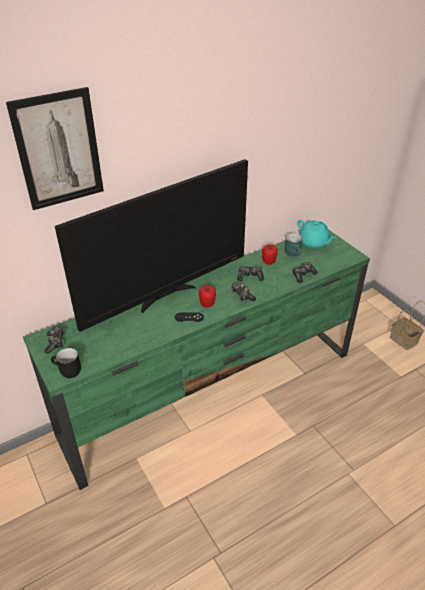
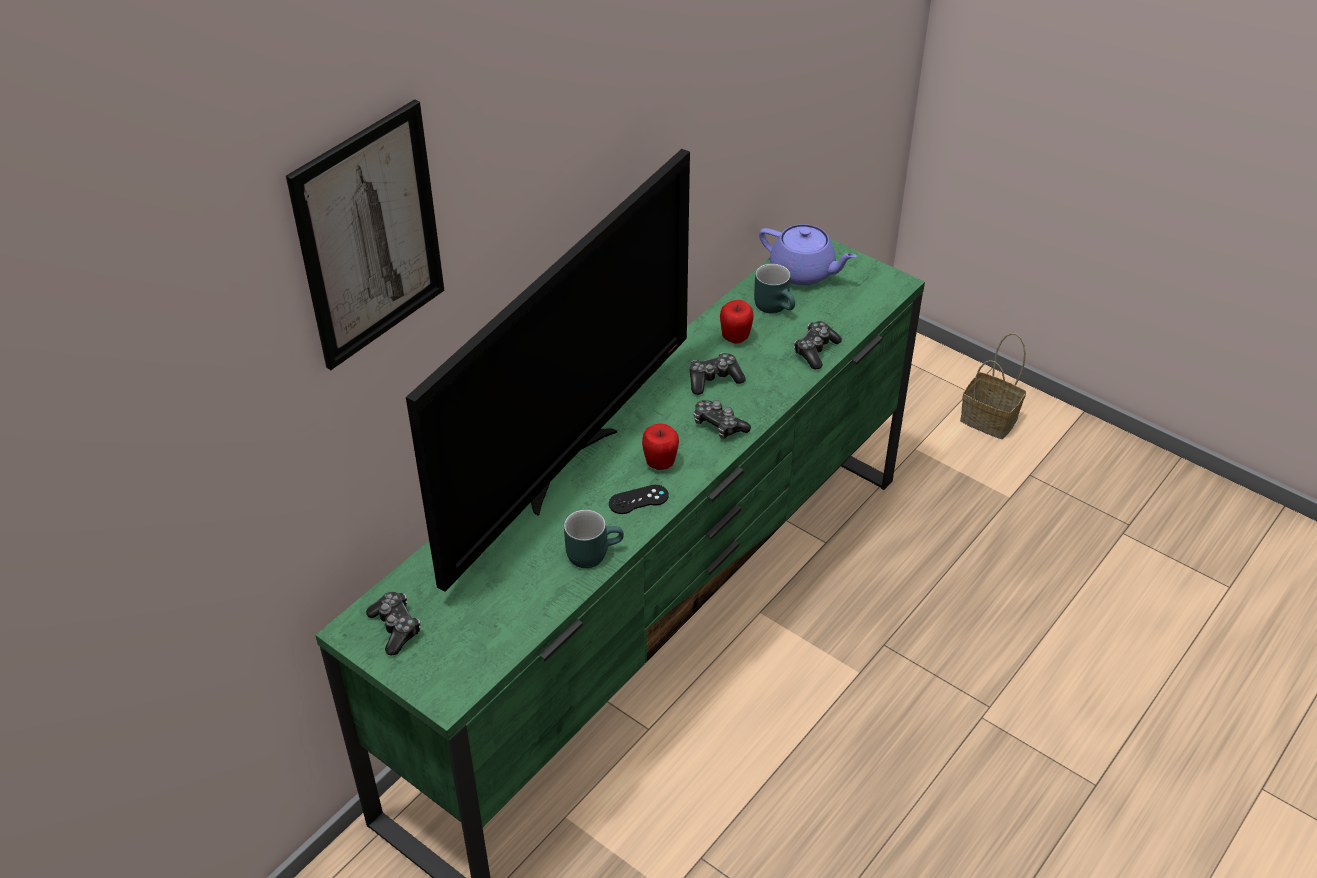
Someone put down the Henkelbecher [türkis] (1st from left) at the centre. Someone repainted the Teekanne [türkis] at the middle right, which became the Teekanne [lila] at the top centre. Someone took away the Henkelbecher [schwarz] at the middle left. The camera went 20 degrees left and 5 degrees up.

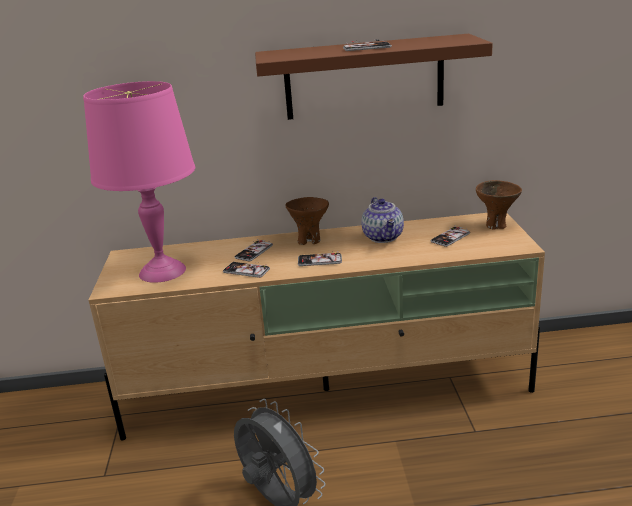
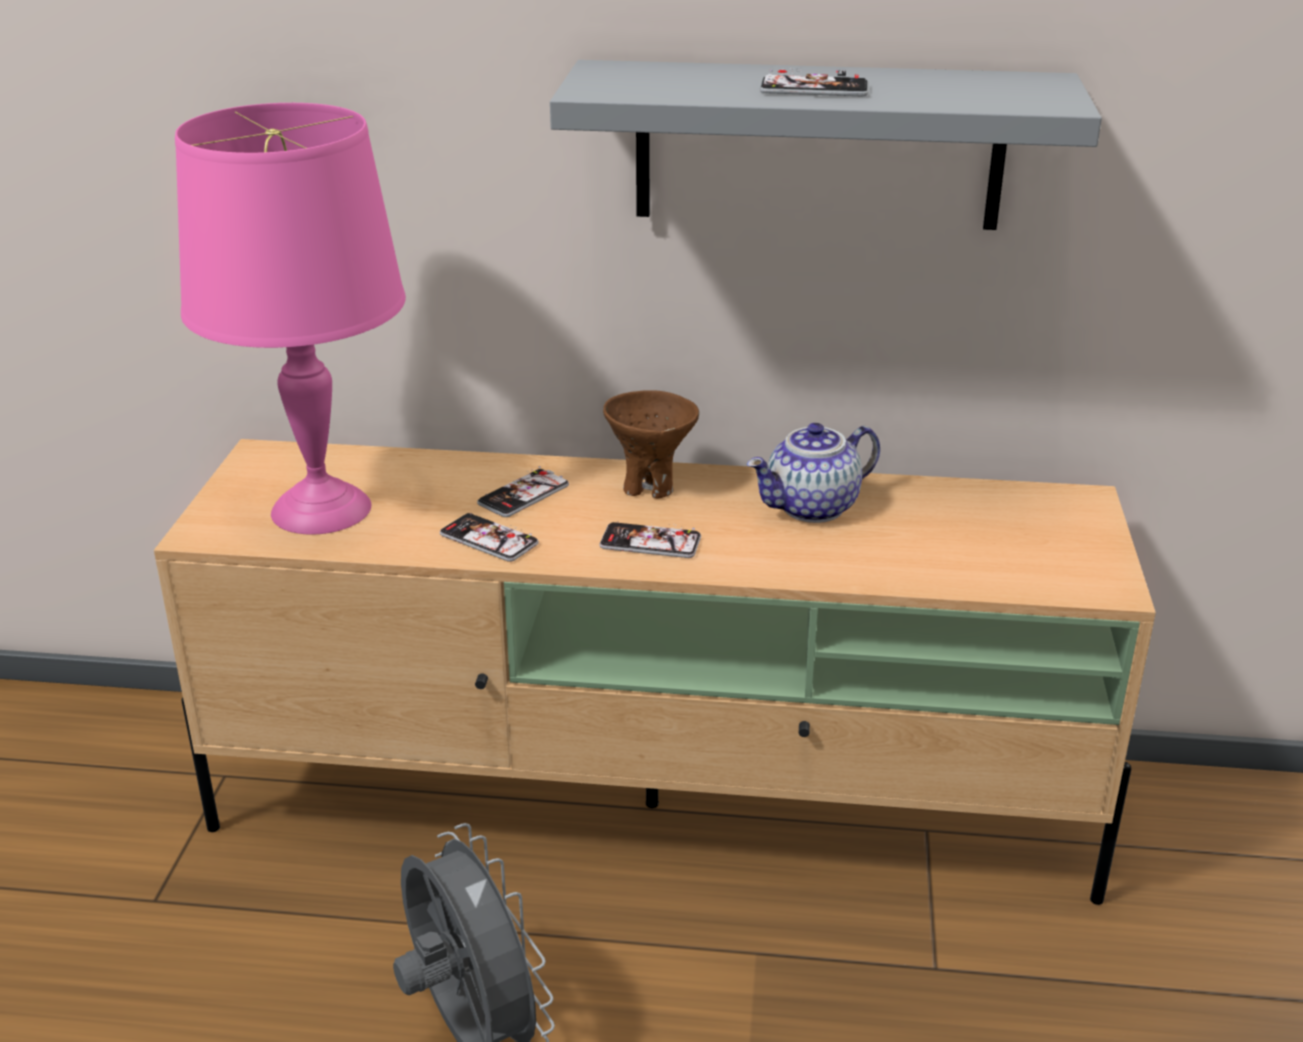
Someone repainted the Wandregal [braun] at the top centre, which became the Wandregal [grau] at the top centre. Someone rotated the Teekanne at the centre by 60 degrees clockwise. Someone took away the Handy (5th from left) at the middle right. Someone took away the Schüssel [braun] (2nd from left) at the middle right. The camera went 10 degrees right and 5 degrees up.

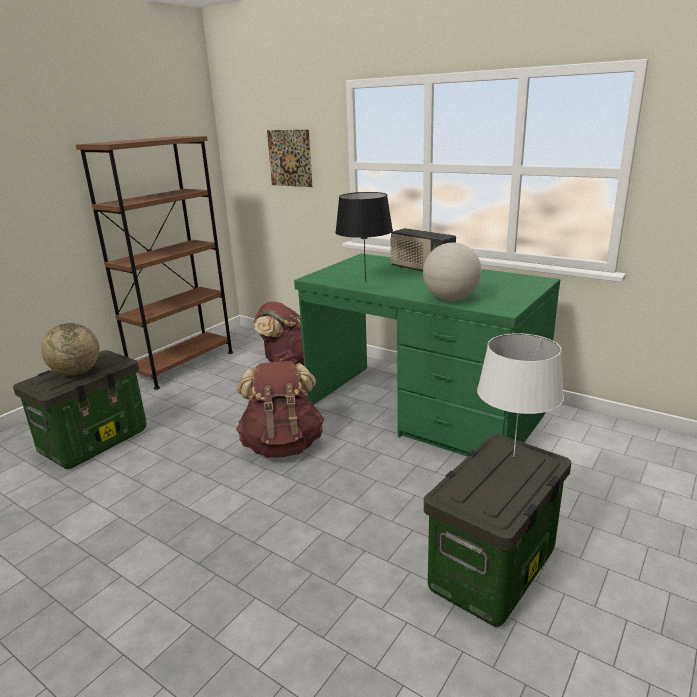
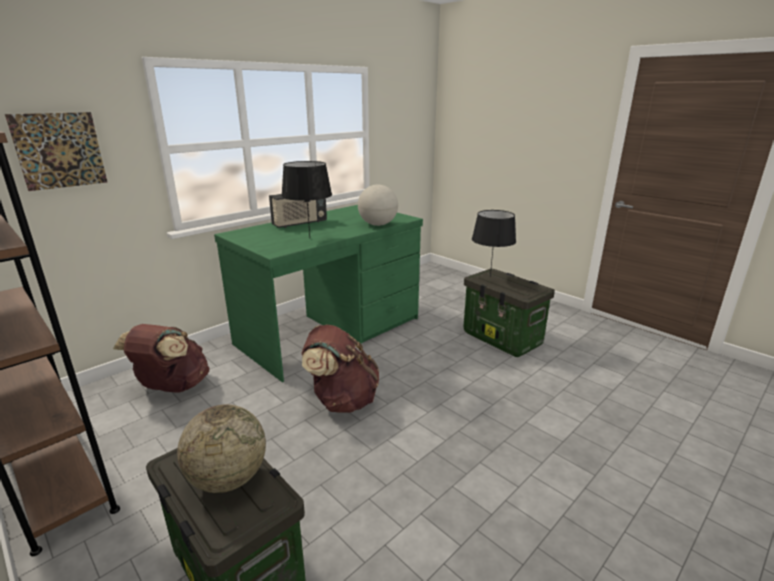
Someone repainted the Tischlampe [weiß] at the middle right, which became the Tischlampe [schwarz] (2nd from left) at the centre. The camera went 80 degrees left and 0 degrees up.

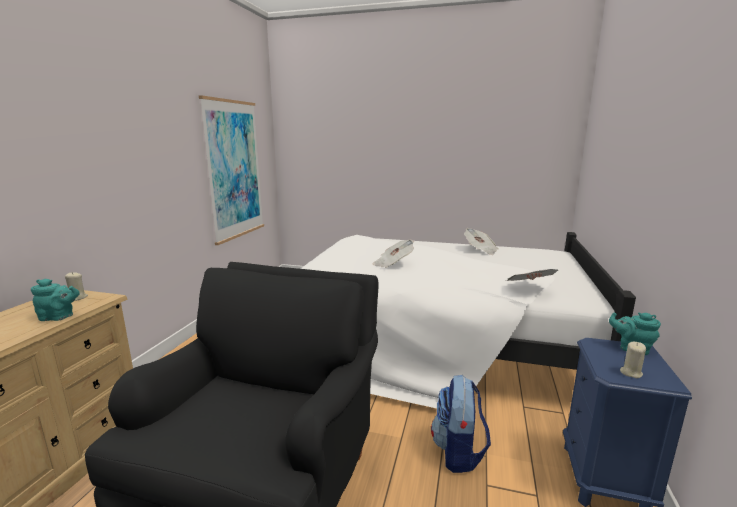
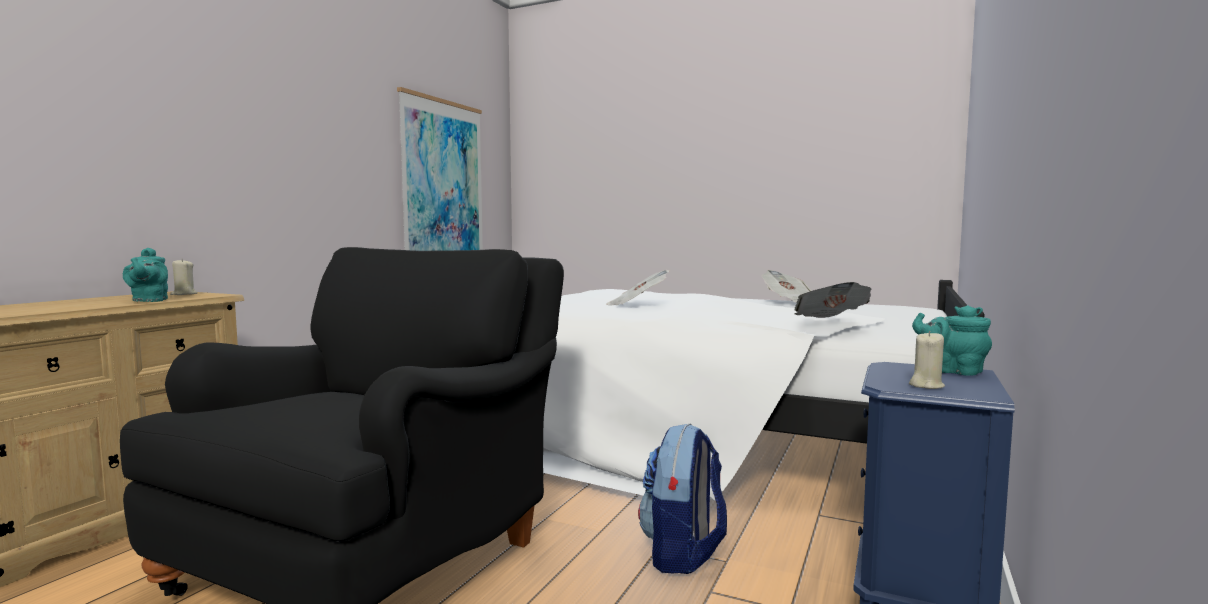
Someone rotated the Teekanne [türkis] (1st from left) at the middle left by 60 degrees clockwise. The camera went 10 degrees right and 10 degrees down.

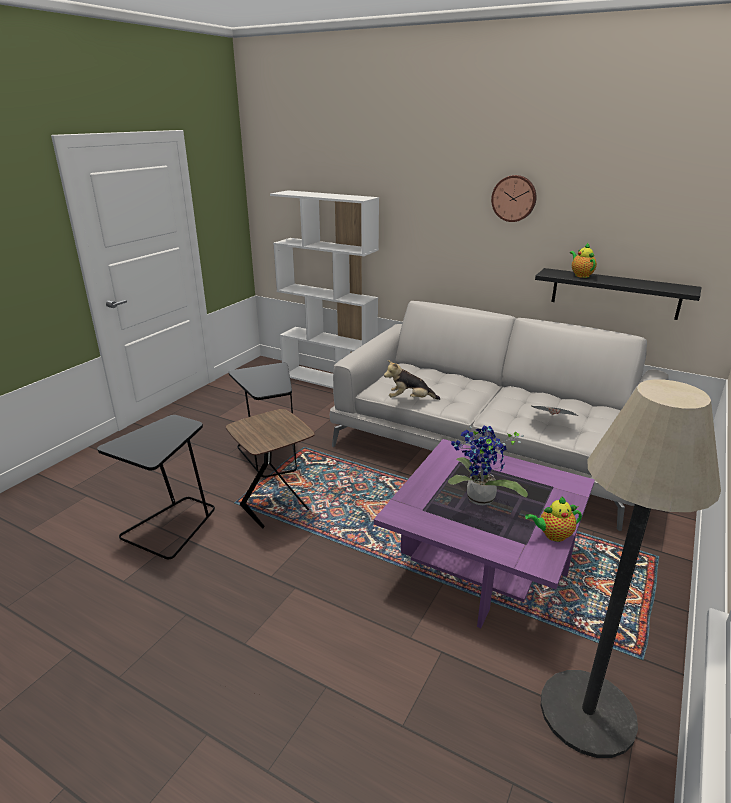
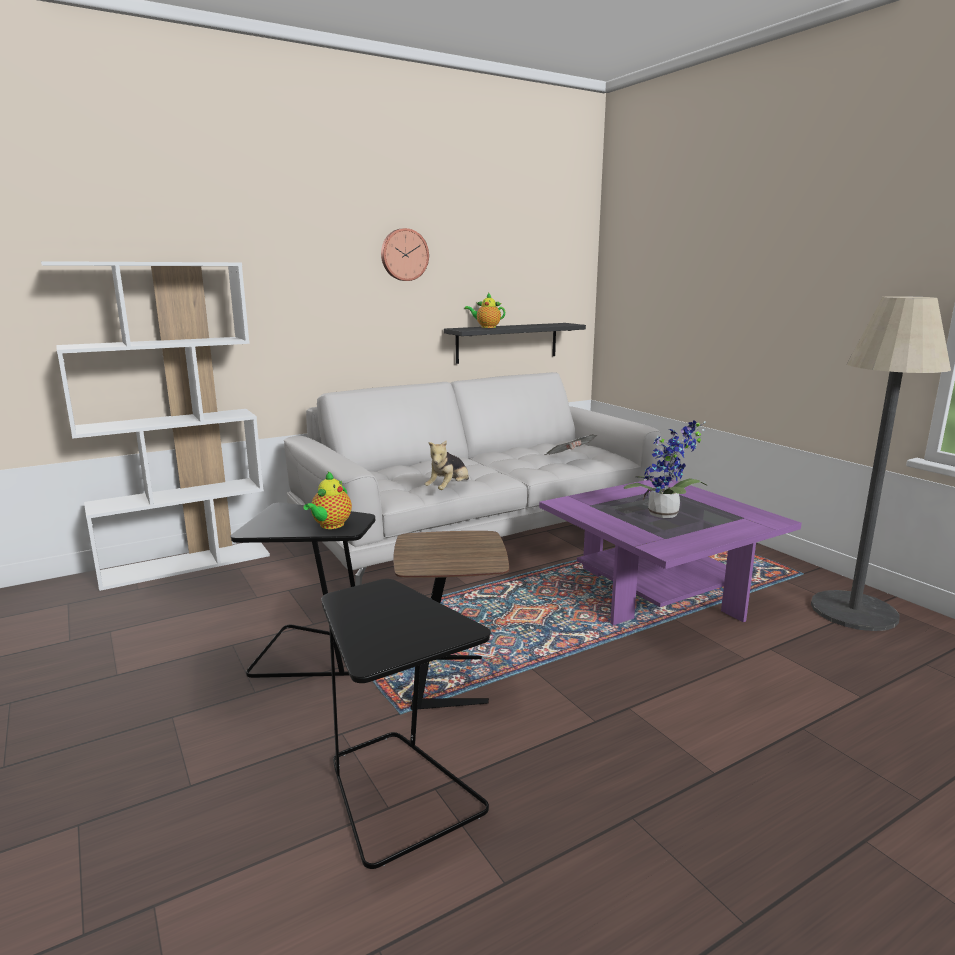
Someone carried the Teekanne (1st from left) from the middle right to the centre. The camera went 60 degrees left and 10 degrees down.

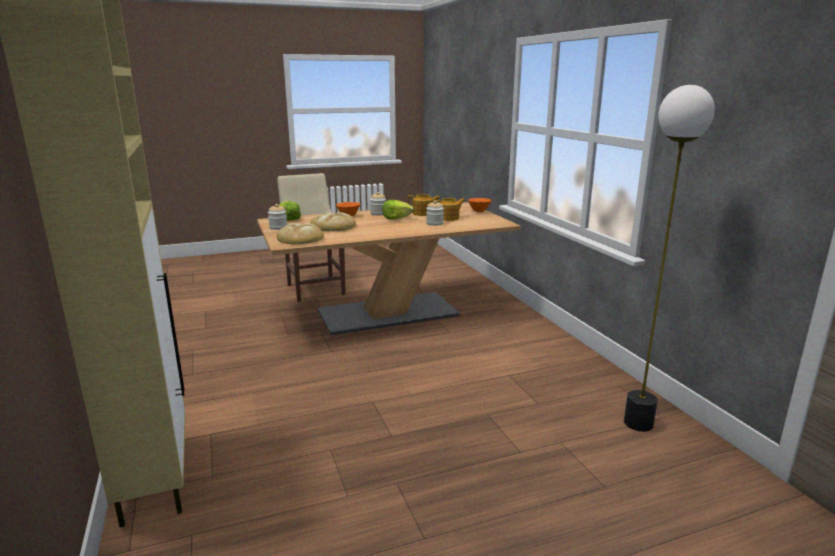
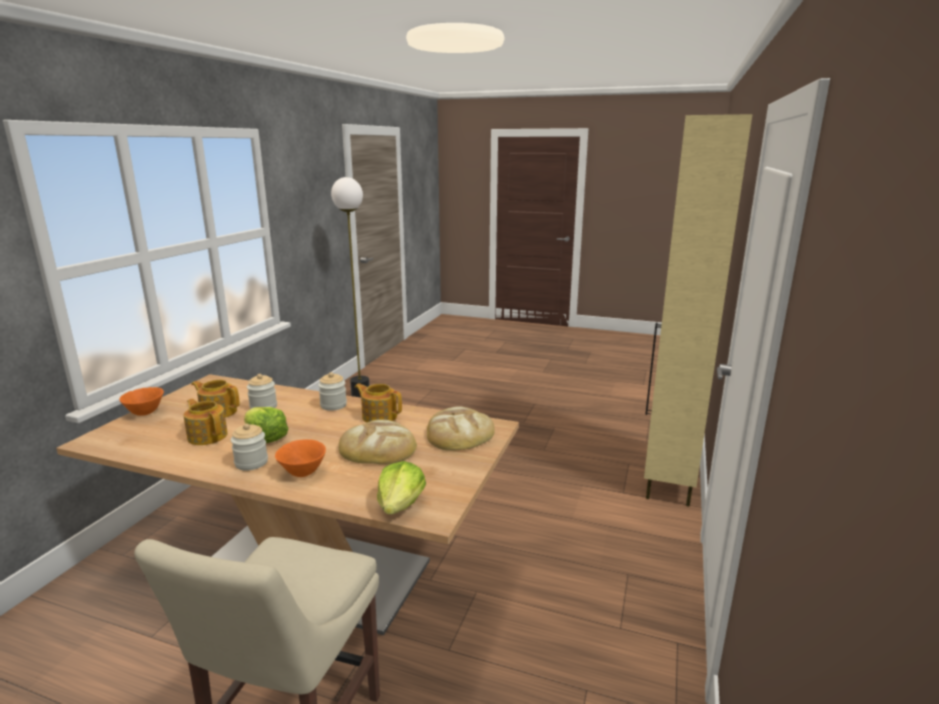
Someone carried the Vorratsglas (1st from left in the first image) from the middle left to the centre. Someone put down the Teekanne (3rd from left) at the centre. The camera went 140 degrees left and 0 degrees up.

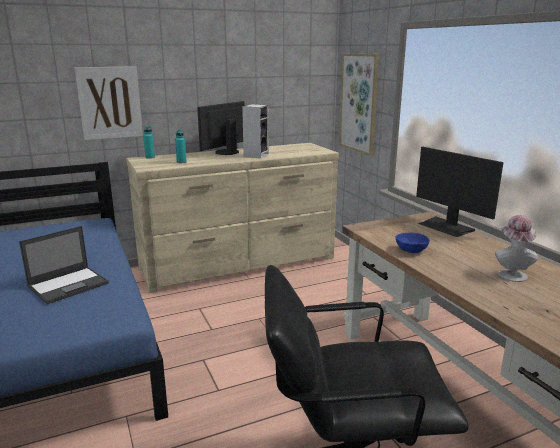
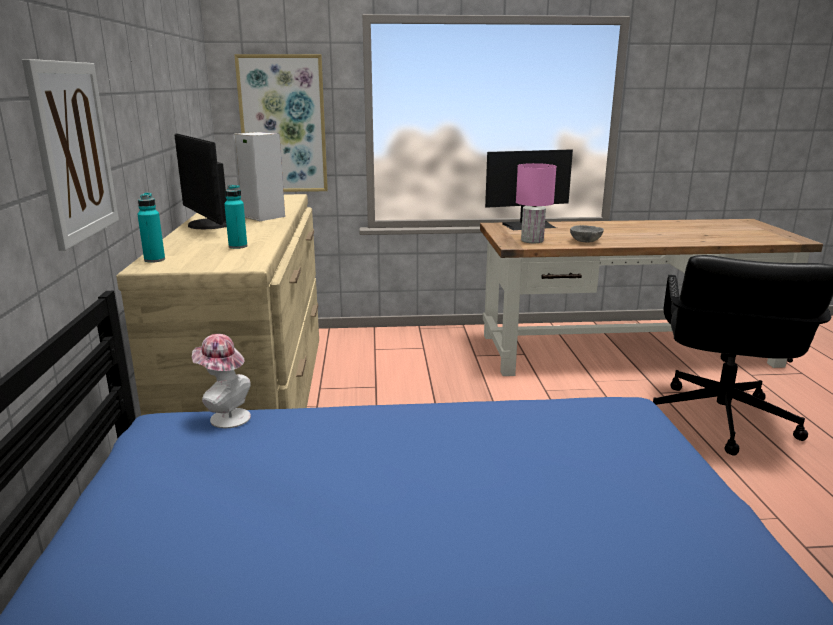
Someone carried the Hut from the middle right to the middle left. Someone put down the Tischlampe [rosa] at the top centre. Someone repainted the Schüssel [blau] at the middle right, which became the Schüssel [grau] at the middle right. Someone took away the Laptop at the middle left. The camera went 70 degrees left and 0 degrees up.

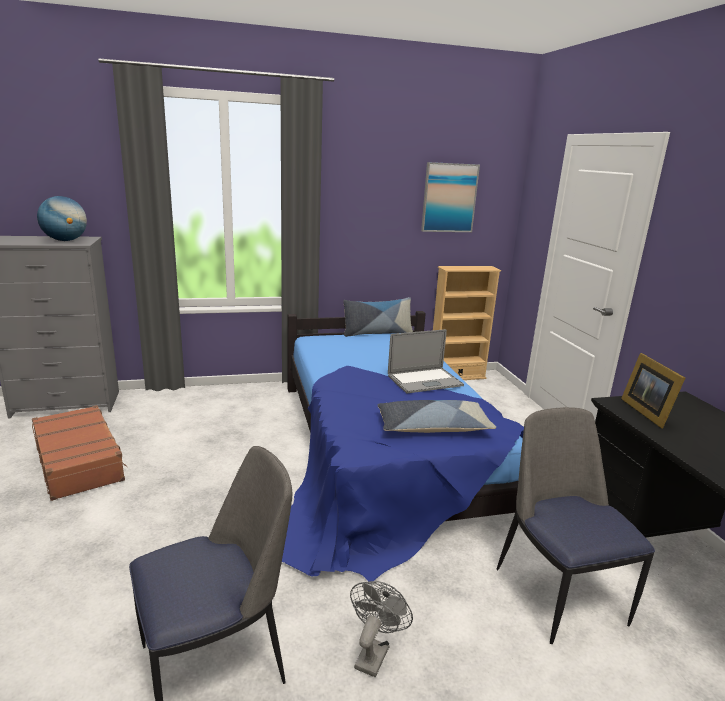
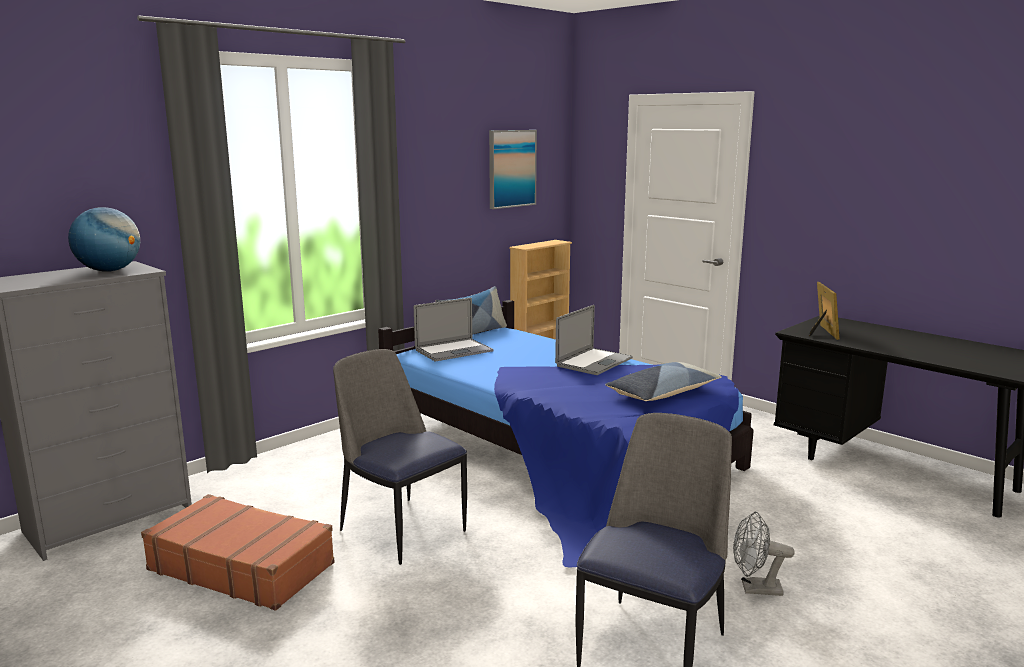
Someone carried the Stuhl (2nd from left in the first image) from the bottom right to the bottom centre. Someone put down the Laptop (1st from left) at the centre. Someone rotated the Ventilator [grau] at the bottom centre by 75 degrees counterclockwise. Someone rotated the Bilderrahmen at the middle right by 135 degrees counterclockwise. The camera went 30 degrees left and 5 degrees down.

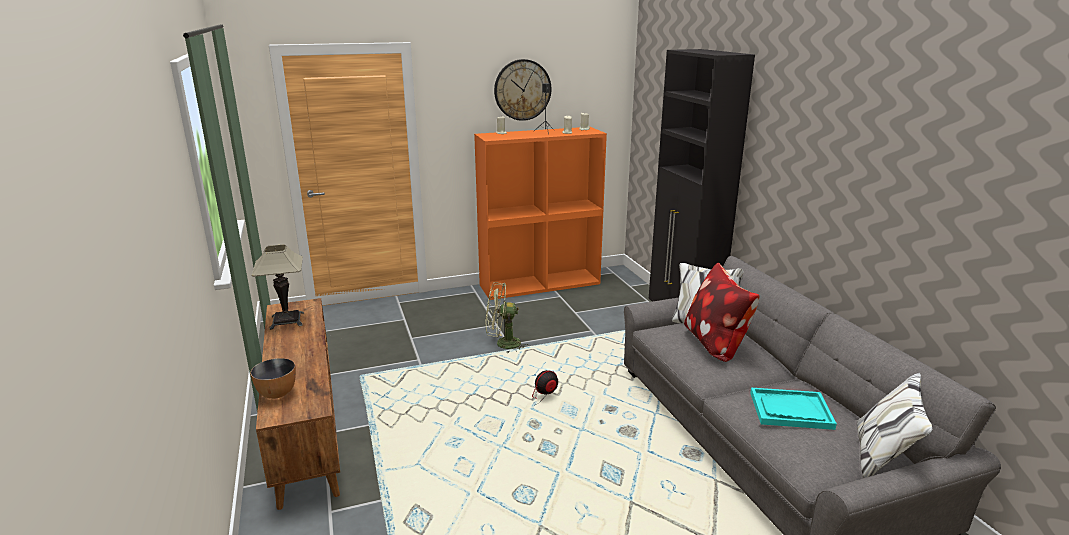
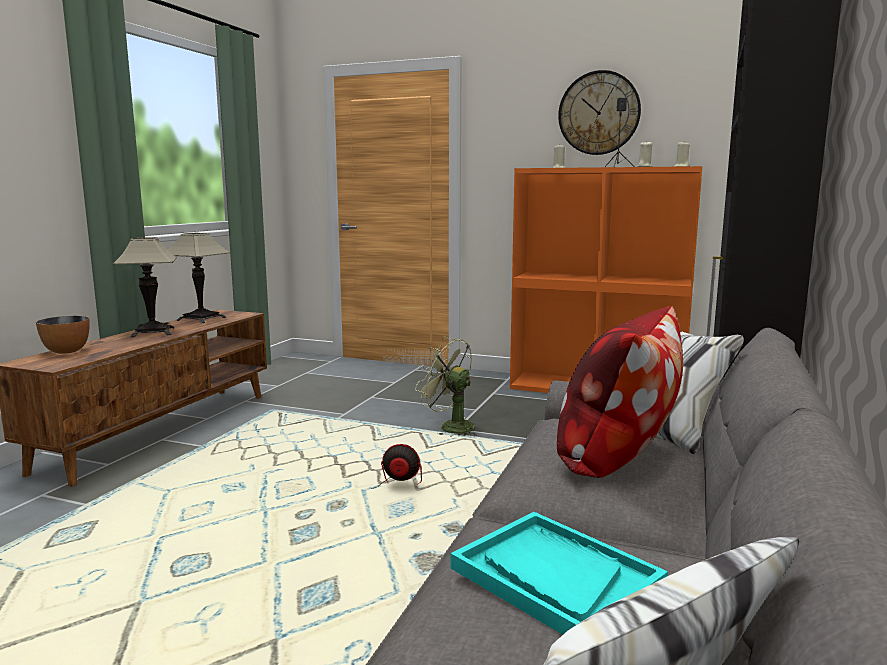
Someone put down the Tischlampe (1st from left) at the middle left. The camera went 40 degrees right and 10 degrees down.

